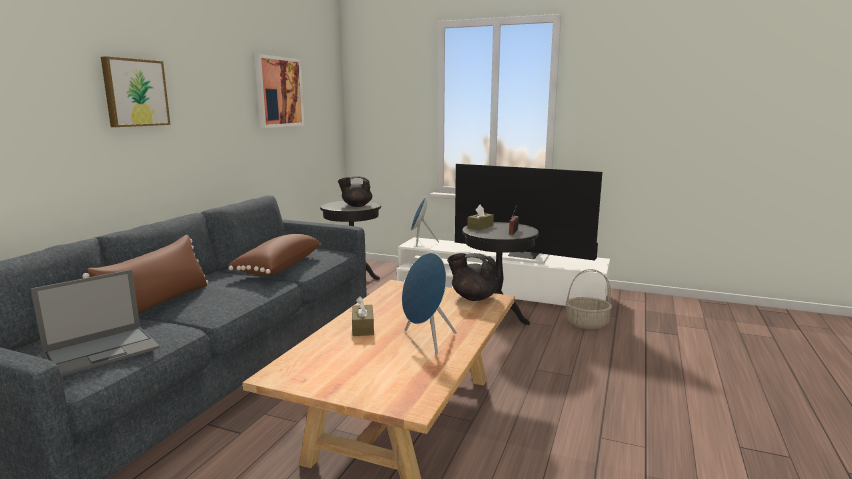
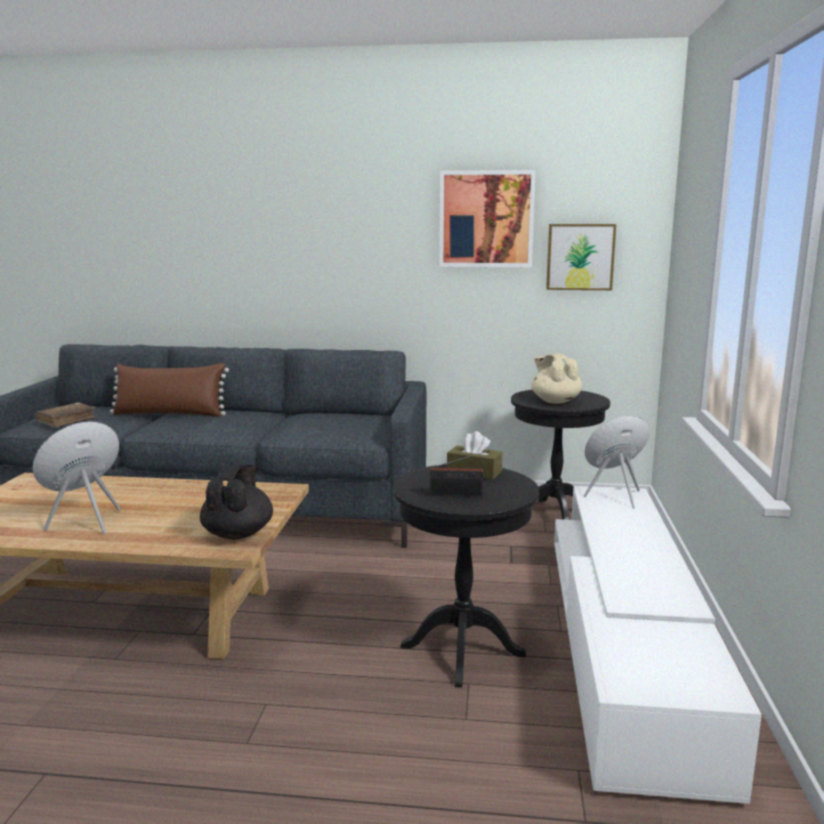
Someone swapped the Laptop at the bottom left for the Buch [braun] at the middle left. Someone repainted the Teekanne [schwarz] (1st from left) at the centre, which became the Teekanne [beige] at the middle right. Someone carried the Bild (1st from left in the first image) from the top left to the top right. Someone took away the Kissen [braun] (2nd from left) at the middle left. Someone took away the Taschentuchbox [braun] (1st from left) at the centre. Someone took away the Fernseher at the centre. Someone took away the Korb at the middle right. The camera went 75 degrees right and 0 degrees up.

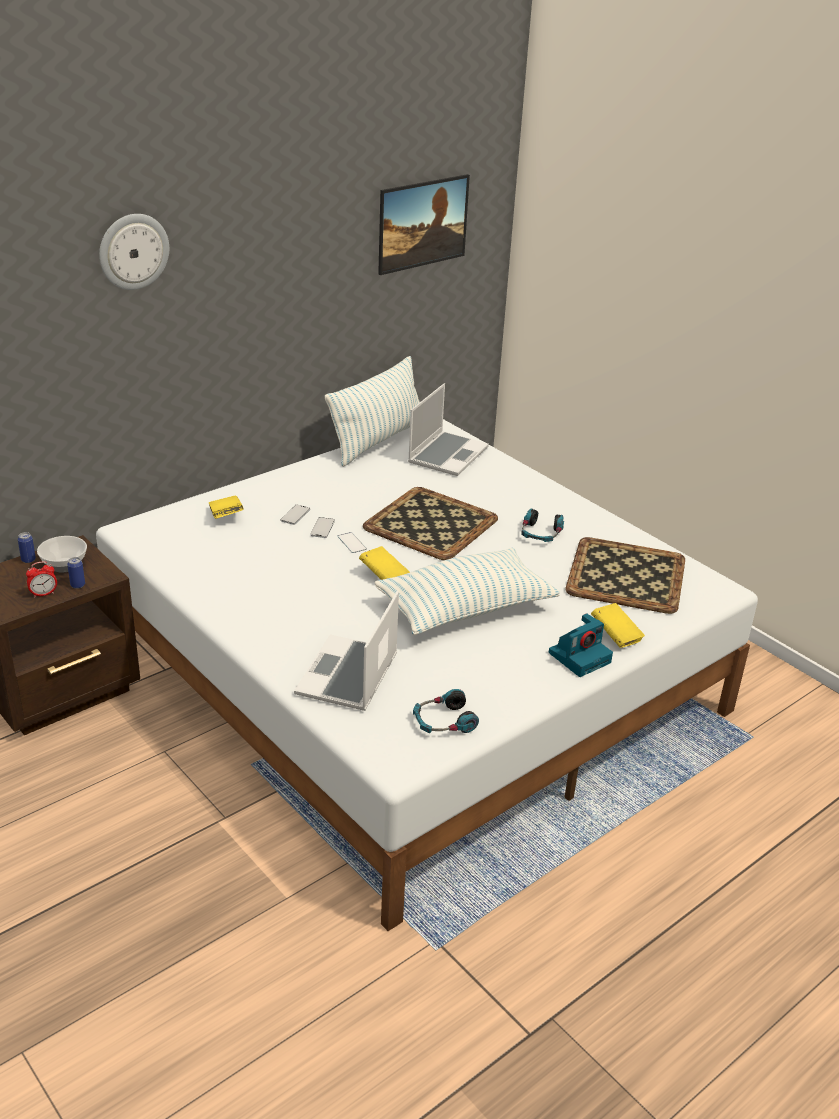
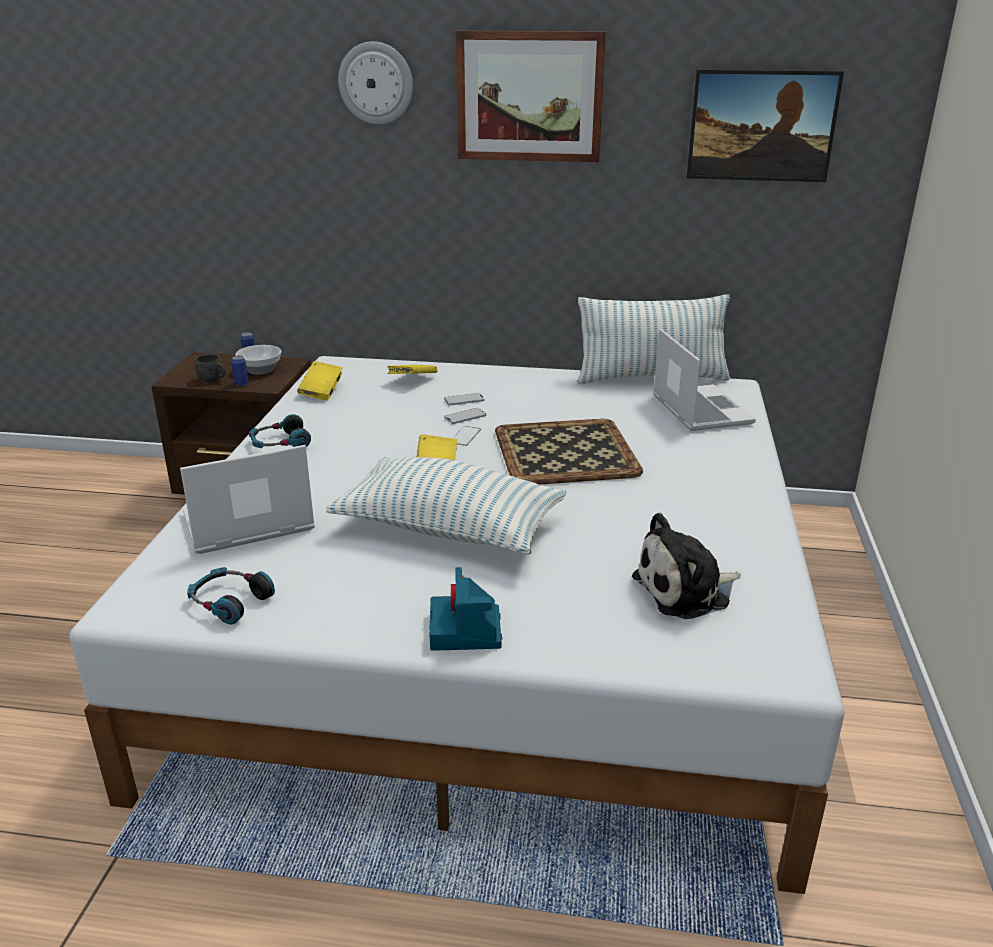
Someone swapped the Wecker at the middle left for the Henkelbecher [grau] at the middle left. Someone carried the Kopfhörer (2nd from left) from the centre to the middle left. Someone carried the Buch [gelb] (3rd from left in the first image) from the middle right to the middle left. Someone rotated the Kamera at the middle right by 75 degrees clockwise. Someone put up the Bild (1st from left) at the top centre. Someone swapped the Tablett (2nd from left) at the middle right for the Plüschtier at the middle right. Someone rotated the Laptop (2nd from left) at the centre by 90 degrees counterclockwise. The camera went 50 degrees right and 5 degrees down.

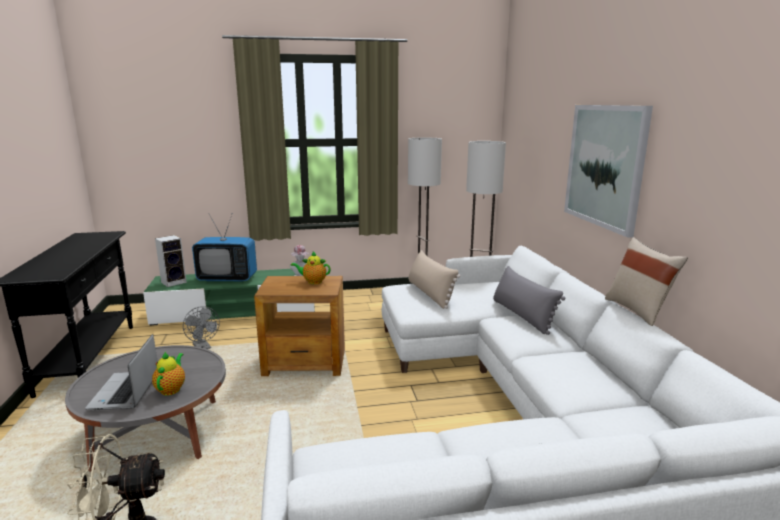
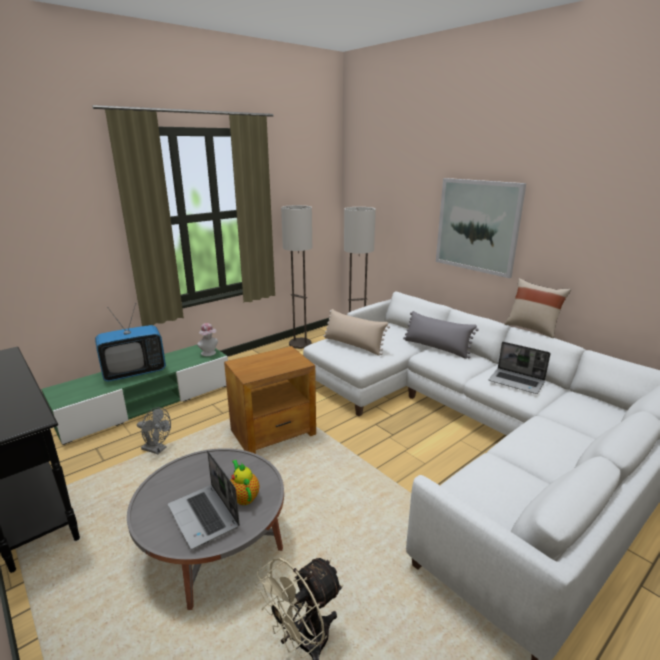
Someone put down the Laptop (2nd from left) at the middle right. Someone took away the Lautsprecher at the middle left. Someone took away the Teekanne (2nd from left) at the centre. The camera went 30 degrees left and 5 degrees up.

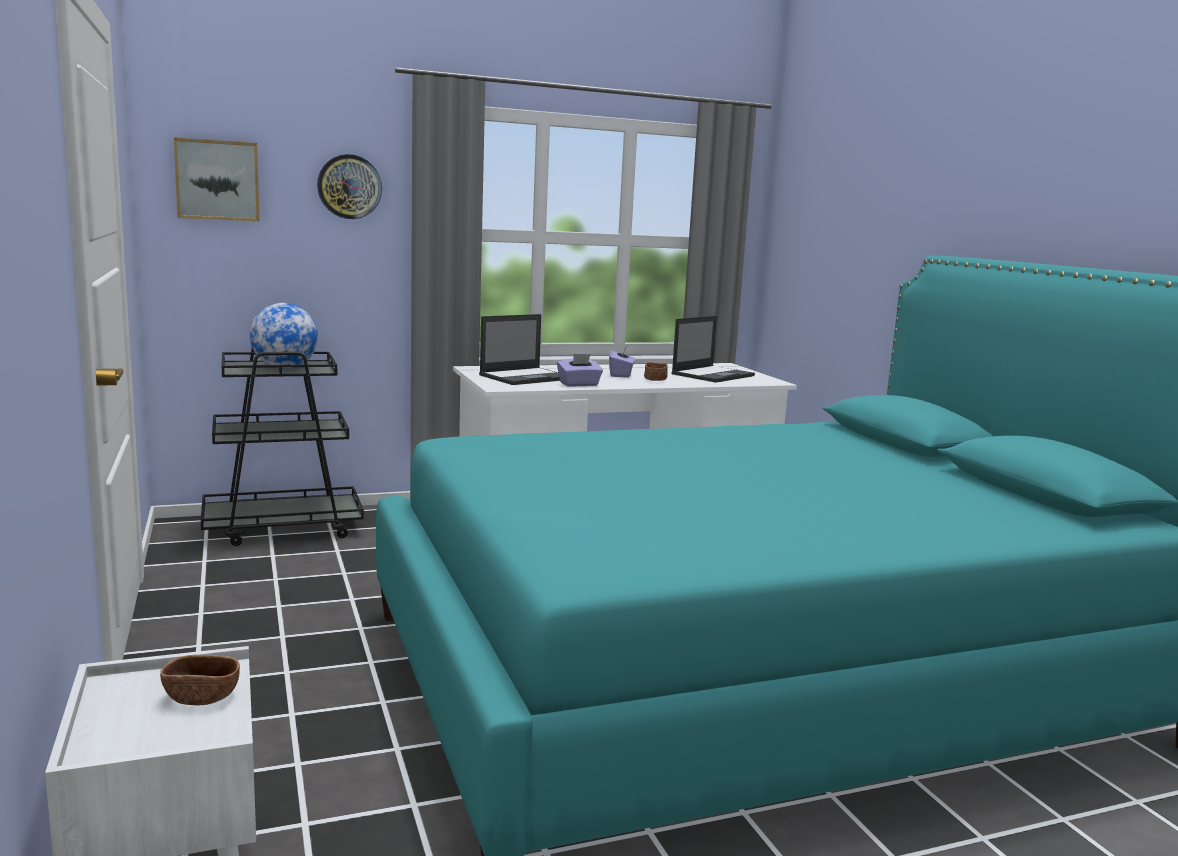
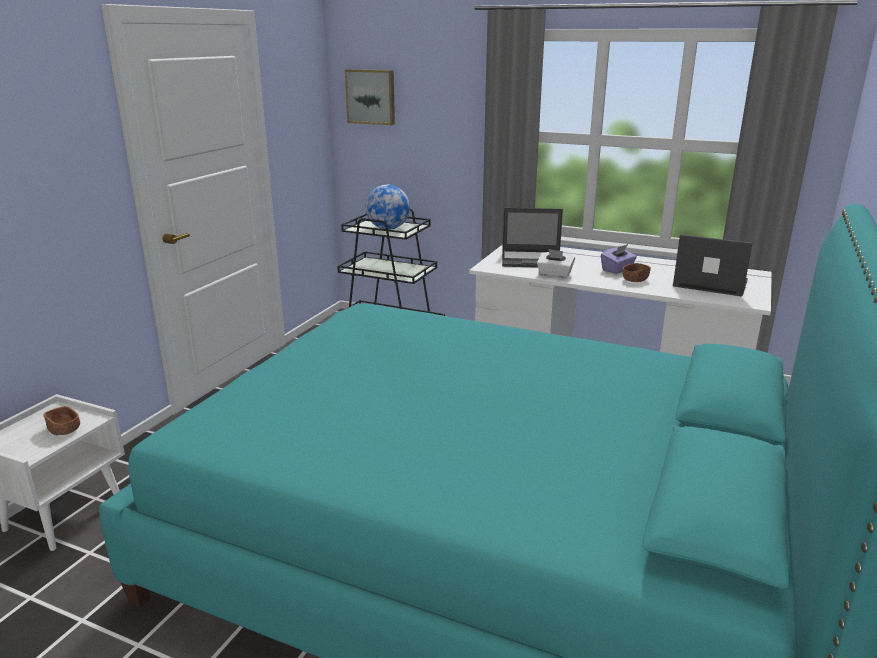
Someone repainted the Taschentuchbox [lila] (1st from left) at the centre, which became the Taschentuchbox [weiß] at the centre. Someone rotated the Laptop (2nd from left) at the centre by 150 degrees counterclockwise. Someone took away the Wanduhr at the top left. The camera went 45 degrees right and 10 degrees up.

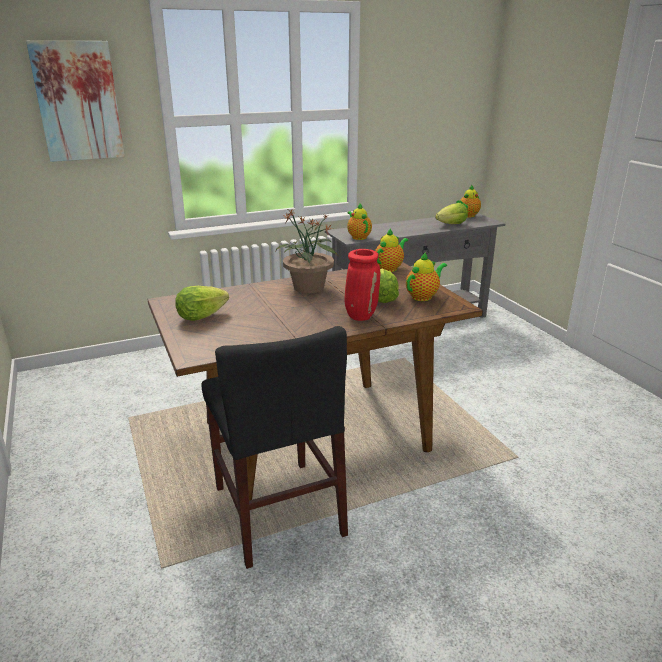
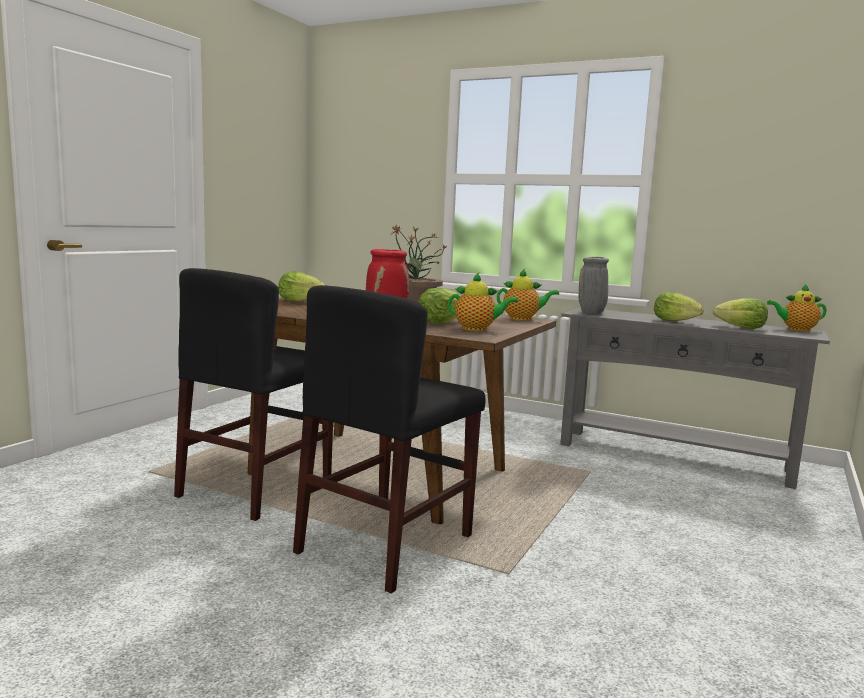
Someone put down the Stuhl [schwarz] (2nd from left) at the centre. Someone swapped the Teekanne (1st from left) at the centre for the Vase [grau] at the middle right. Someone put down the Salatkopf (3rd from left) at the middle right. Someone took away the Bild at the top left. The camera went 50 degrees right and 15 degrees down.

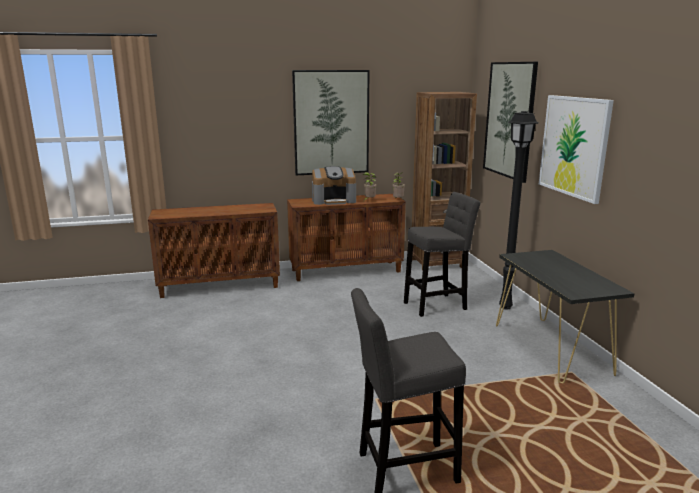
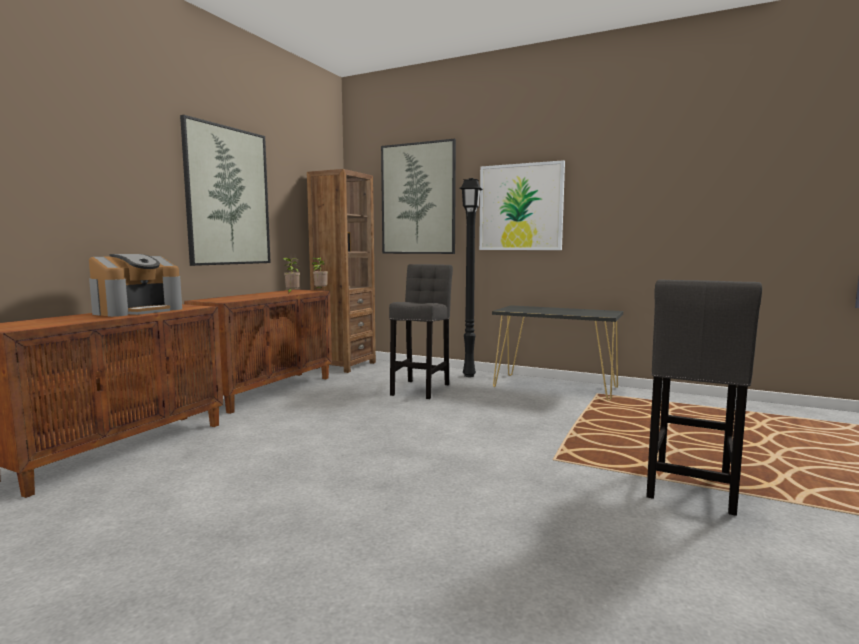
Someone carried the Kaffeemaschine from the centre to the middle left. The camera went 50 degrees left and 10 degrees down.

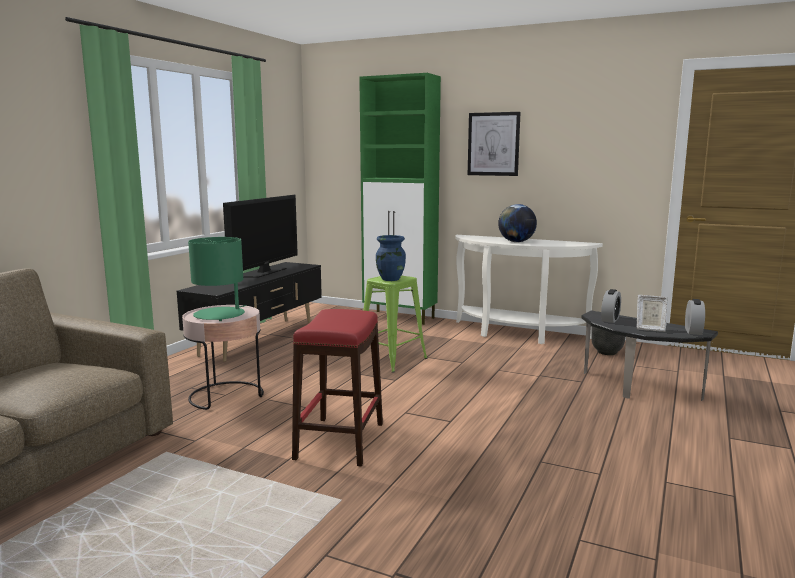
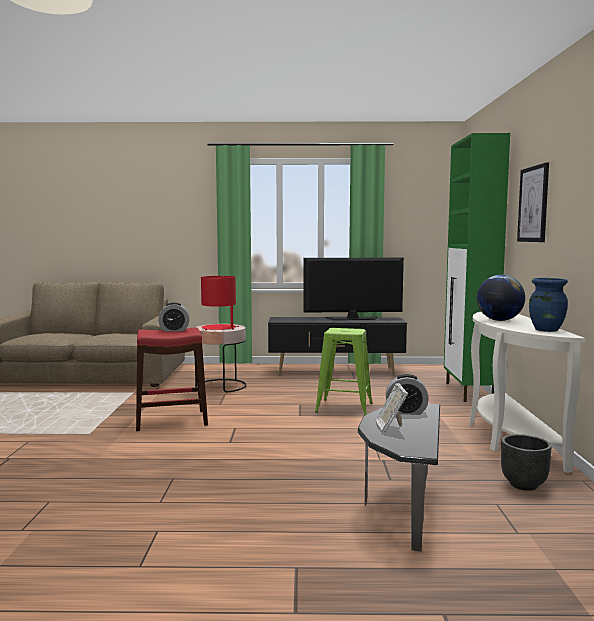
Someone carried the Wecker (2nd from left in the first image) from the middle right to the middle left. Someone repainted the Tischlampe [grün] at the middle left, which became the Tischlampe [rot] at the centre. Someone carried the Vase [blau] from the centre to the middle right. The camera went 65 degrees right and 5 degrees down.

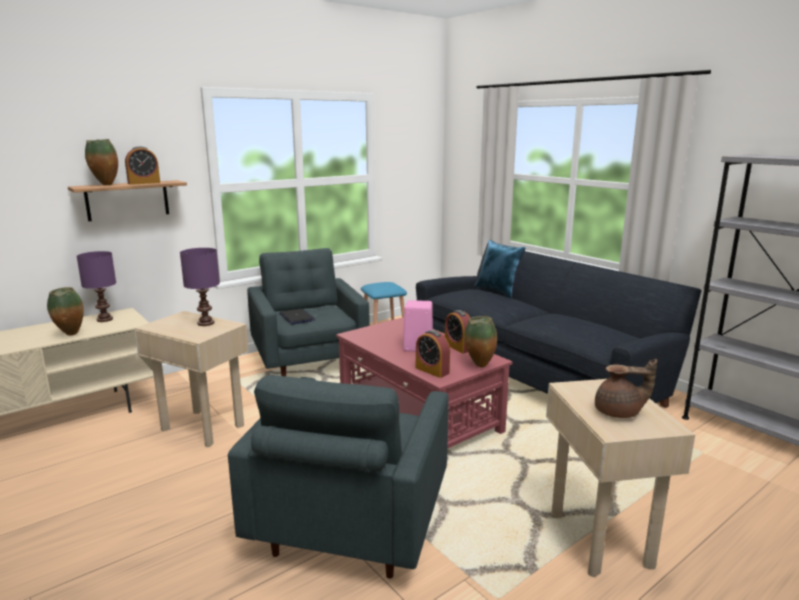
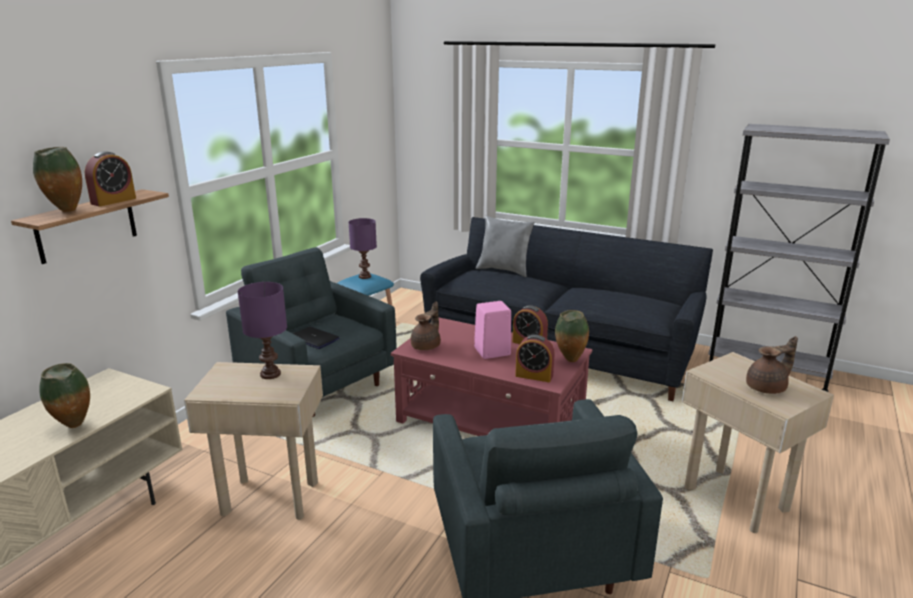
Someone carried the Tischlampe [lila] (1st from left in the first image) from the middle left to the centre. Someone put down the Teekanne [braun] (1st from left) at the centre. Someone repainted the Kissen [blau] at the centre, which became the Kissen [grau] at the centre. The camera went 25 degrees left and 5 degrees up.

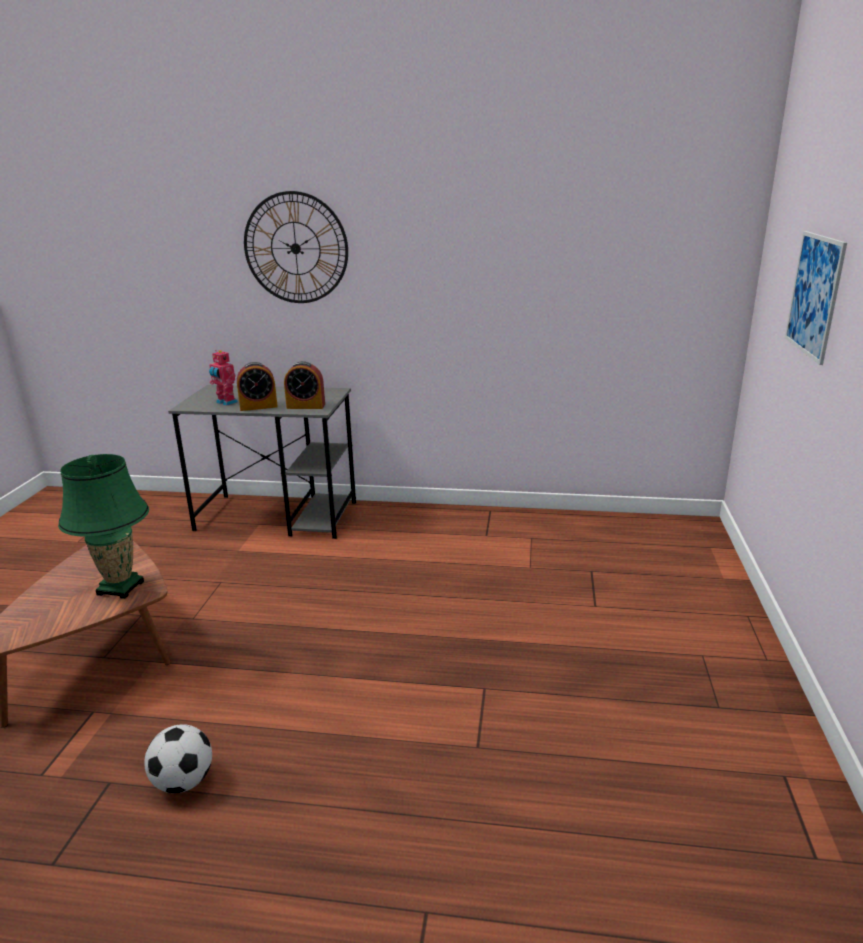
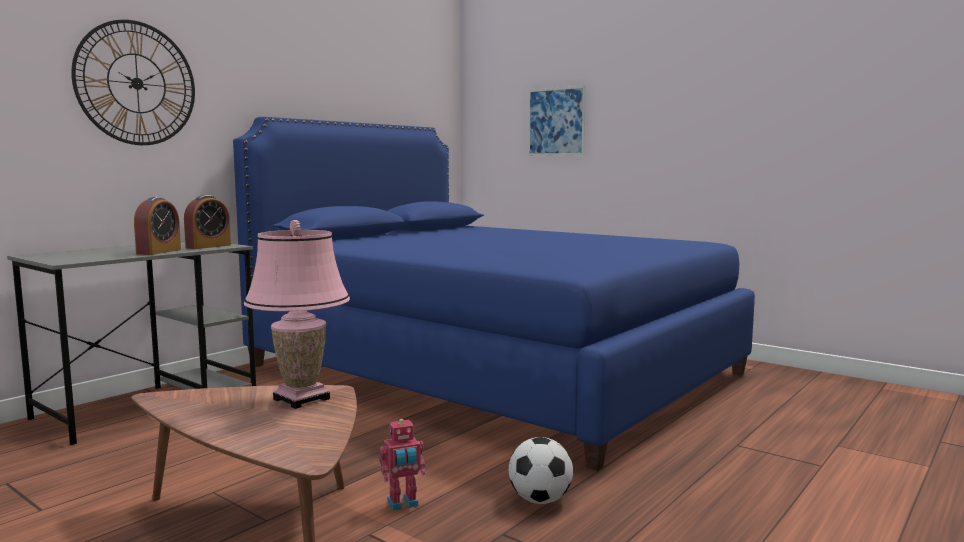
Someone put down the Bett [blau] at the centre. Someone repainted the Tischlampe [grün] at the middle left, which became the Tischlampe [rosa] at the middle left. Someone carried the Spielzeugroboter from the middle left to the bottom centre. The camera went 60 degrees left and 15 degrees down.

